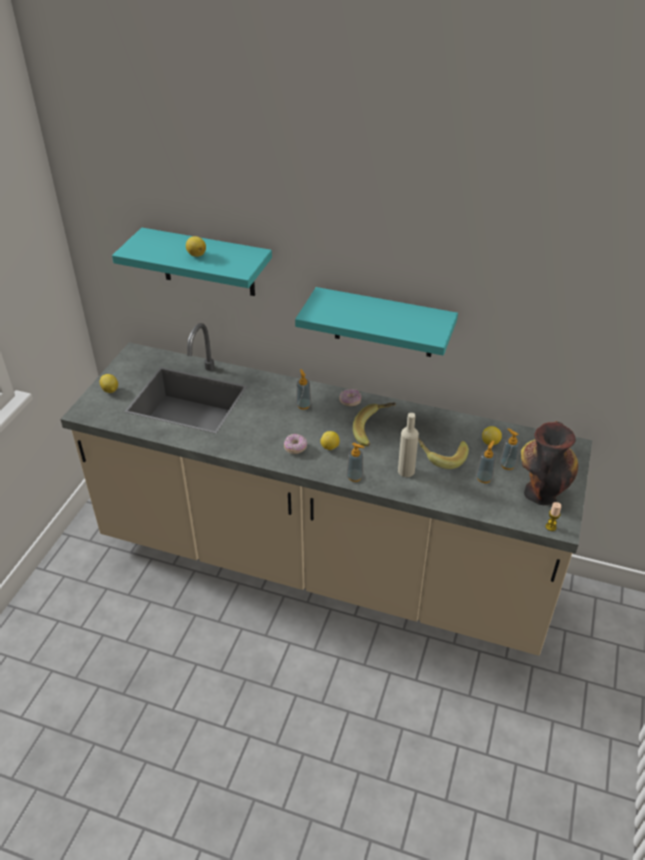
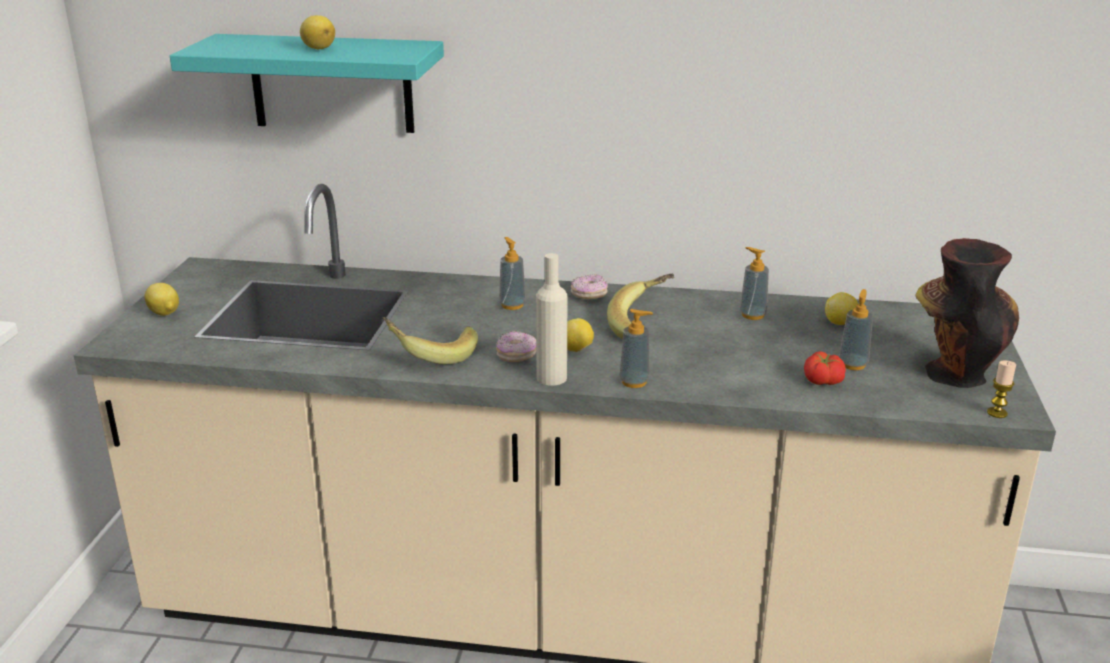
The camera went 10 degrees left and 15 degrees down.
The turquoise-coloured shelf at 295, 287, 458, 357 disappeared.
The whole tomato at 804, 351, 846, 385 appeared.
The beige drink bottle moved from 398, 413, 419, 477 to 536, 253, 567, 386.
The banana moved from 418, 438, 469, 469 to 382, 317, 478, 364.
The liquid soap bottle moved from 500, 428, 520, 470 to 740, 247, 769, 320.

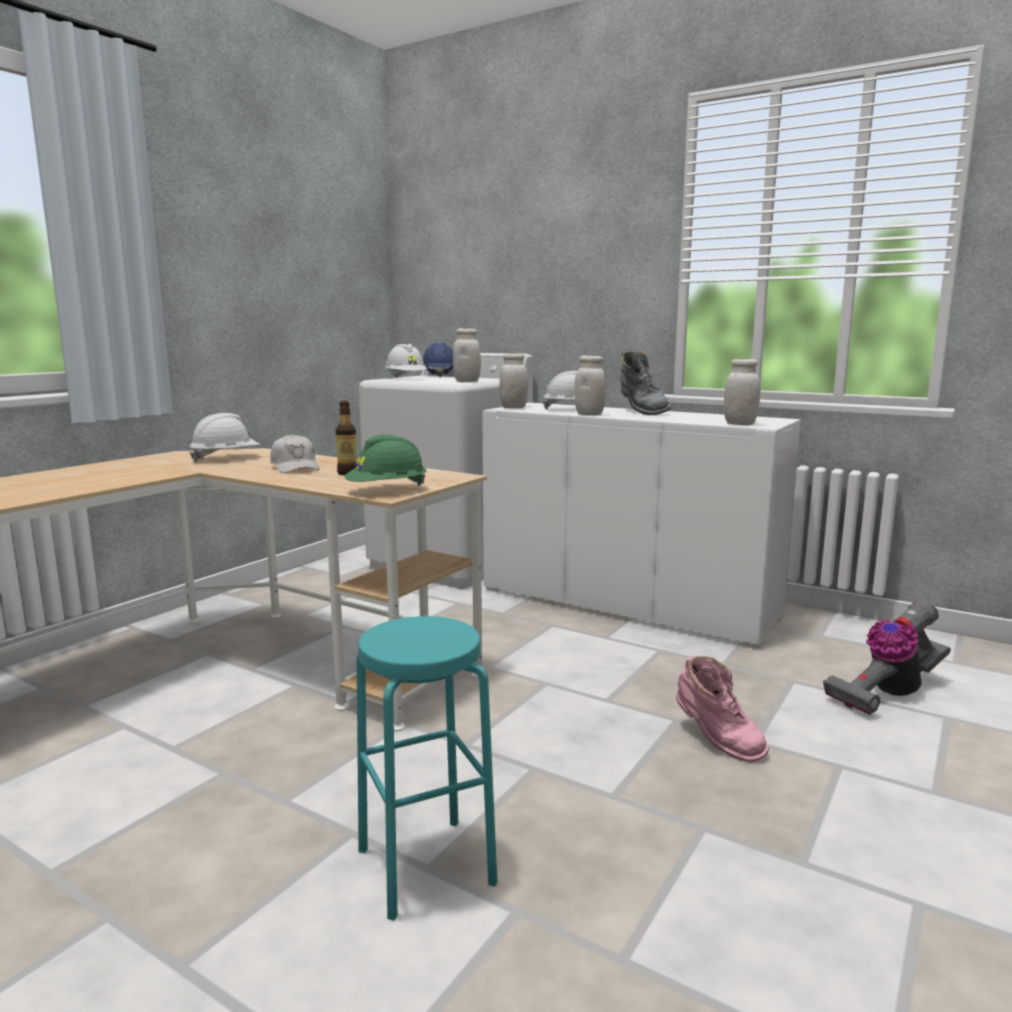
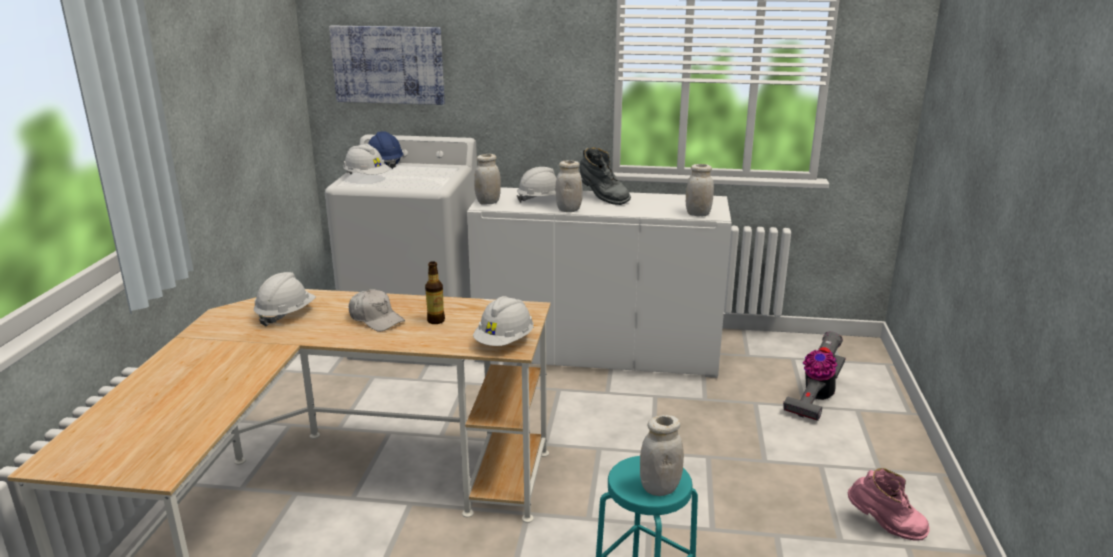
The camera went 25 degrees left and 10 degrees up.
The picture at 329, 26, 445, 105 appeared.
The white-coloured preserve jar moved from 453, 328, 481, 382 to 640, 415, 684, 496.
The pink high-top boot moved from 676, 655, 769, 763 to 848, 468, 930, 540.
The greenish work helmet at 345, 434, 426, 486 became the white-coloured work helmet at 473, 296, 534, 346.

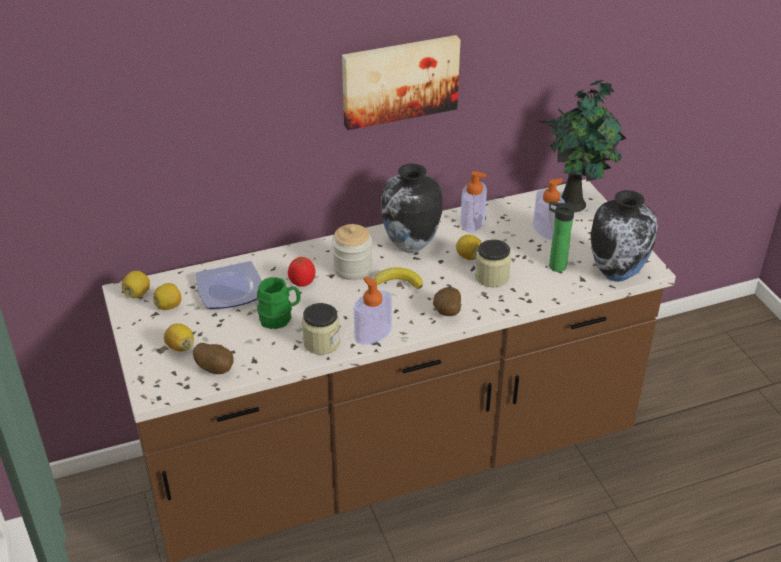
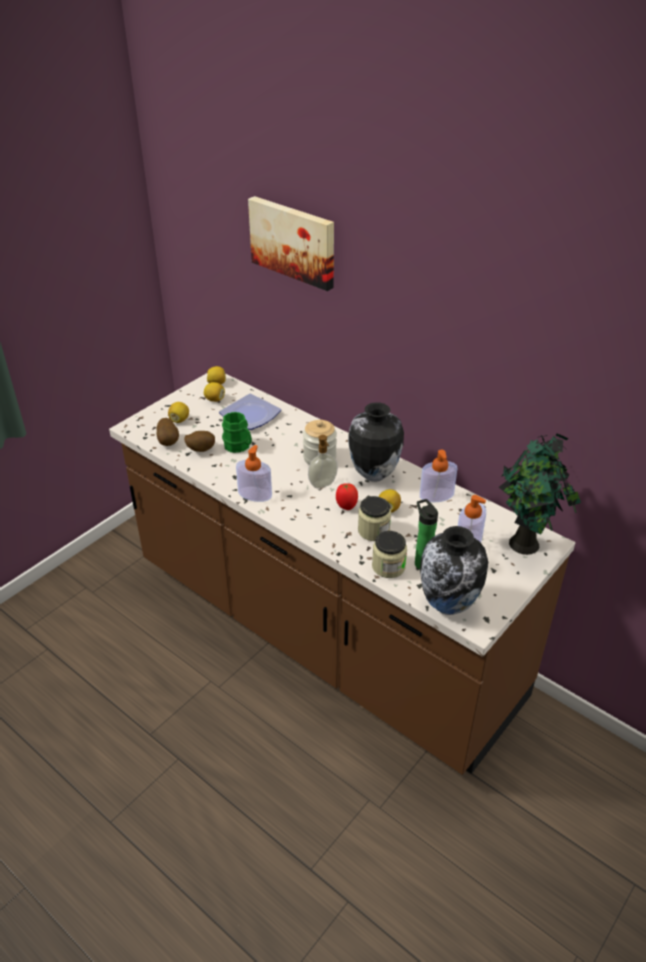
The camera went 60 degrees right and 0 degrees up.
The whole tomato moved from 288, 257, 315, 287 to 336, 483, 358, 510.
The preserve jar moved from 302, 303, 340, 355 to 372, 531, 407, 578.
The picture moved from 342, 35, 460, 130 to 248, 196, 334, 291.
The potato moved from 433, 287, 461, 316 to 184, 431, 215, 452.
The banana at 374, 267, 423, 289 was replaced by the liquid soap bottle at 308, 435, 338, 488.

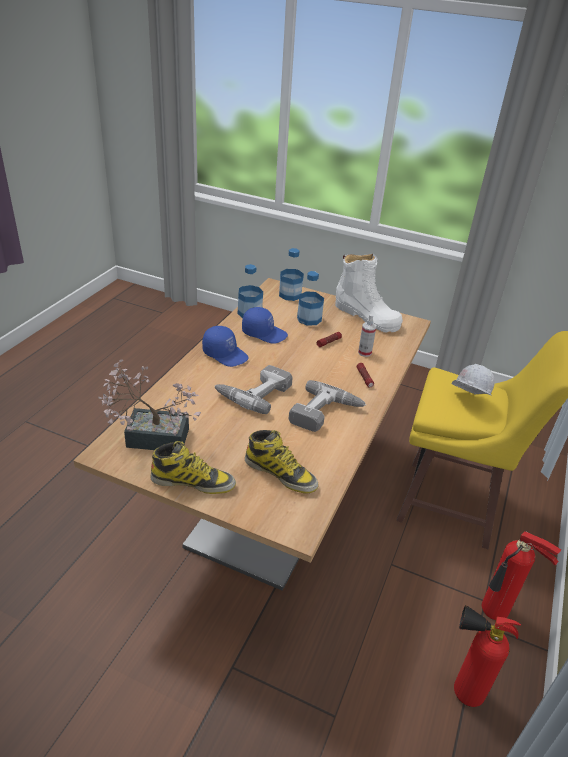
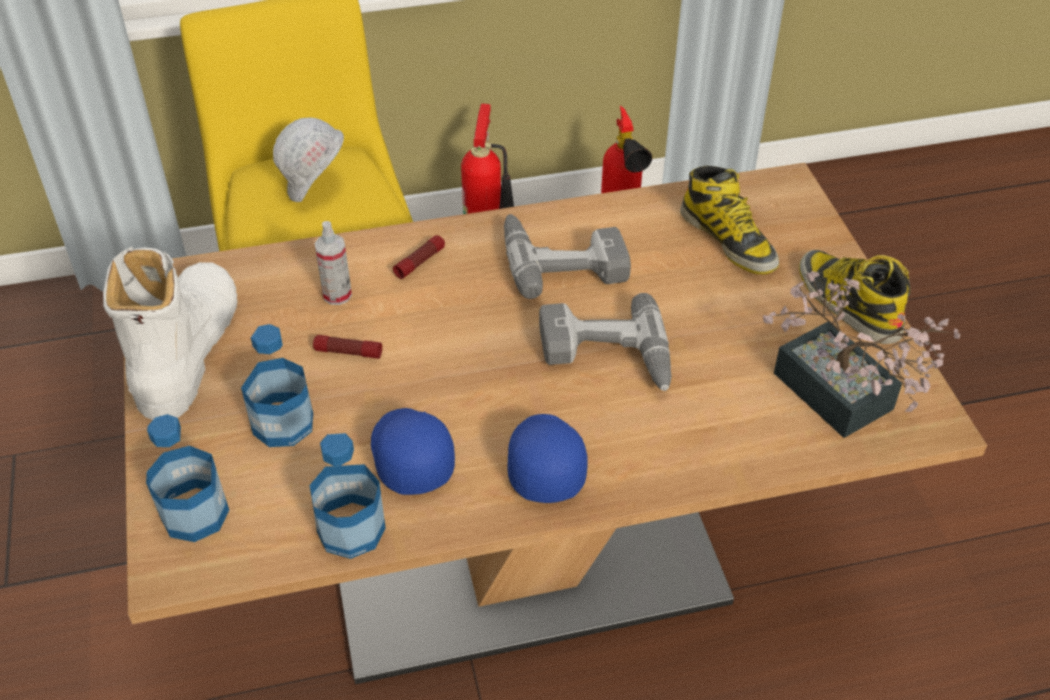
The camera went 125 degrees left and 10 degrees up.
The high-top boot at 245, 430, 319, 494 turned 150 degrees clockwise.

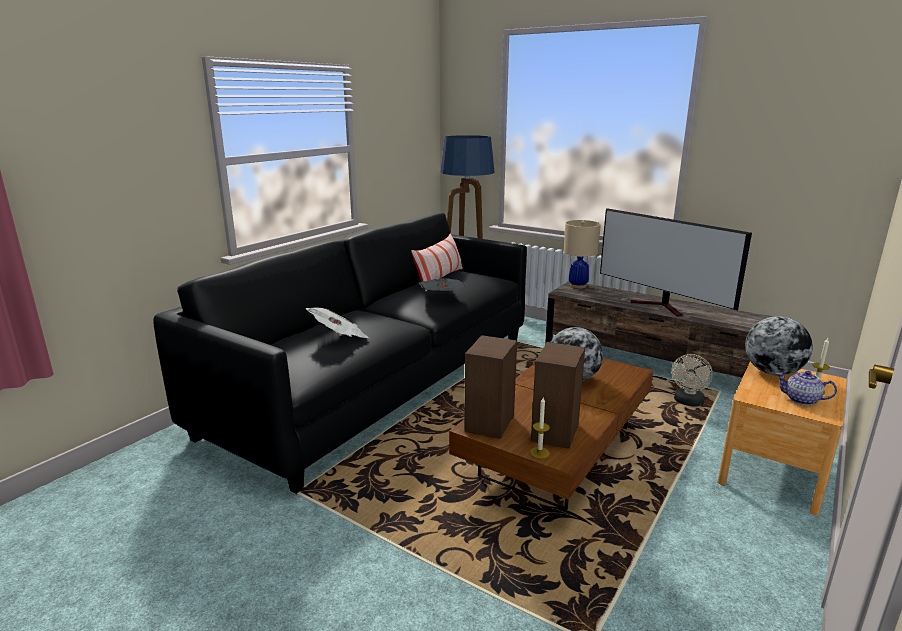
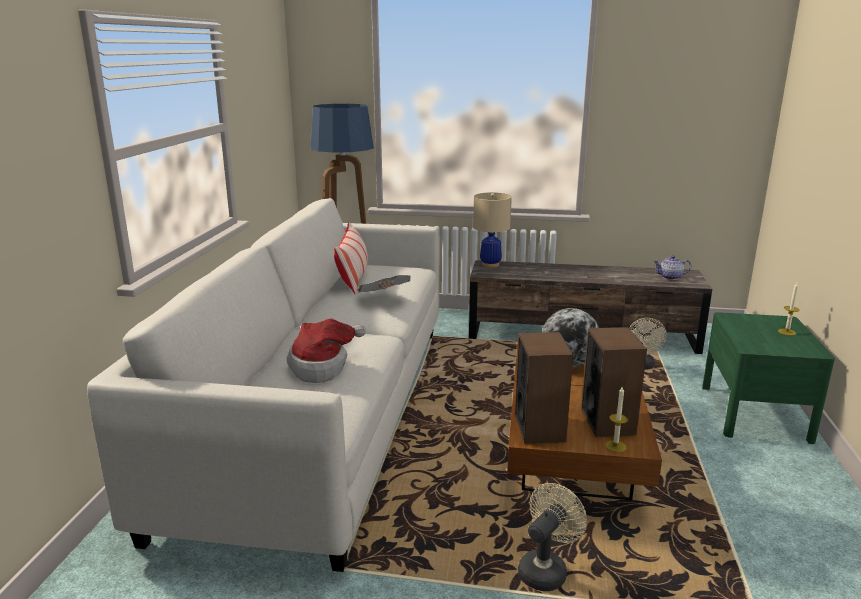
The camera went 25 degrees left and 0 degrees up.
The TV set at 600, 208, 752, 317 disappeared.
The desk globe at 745, 316, 813, 376 disappeared.
The beige electric fan at 518, 483, 587, 591 appeared.
The pot for tea moved from 776, 371, 837, 405 to 653, 255, 691, 280.
The printed paper at 306, 307, 369, 338 was replaced by the clothing hat at 287, 319, 366, 383.
The black-coloured couch at 153, 213, 527, 494 became the white-coloured couch at 87, 198, 439, 572.
The brown bedside table at 718, 362, 847, 515 became the greenish bedside table at 702, 312, 835, 444.

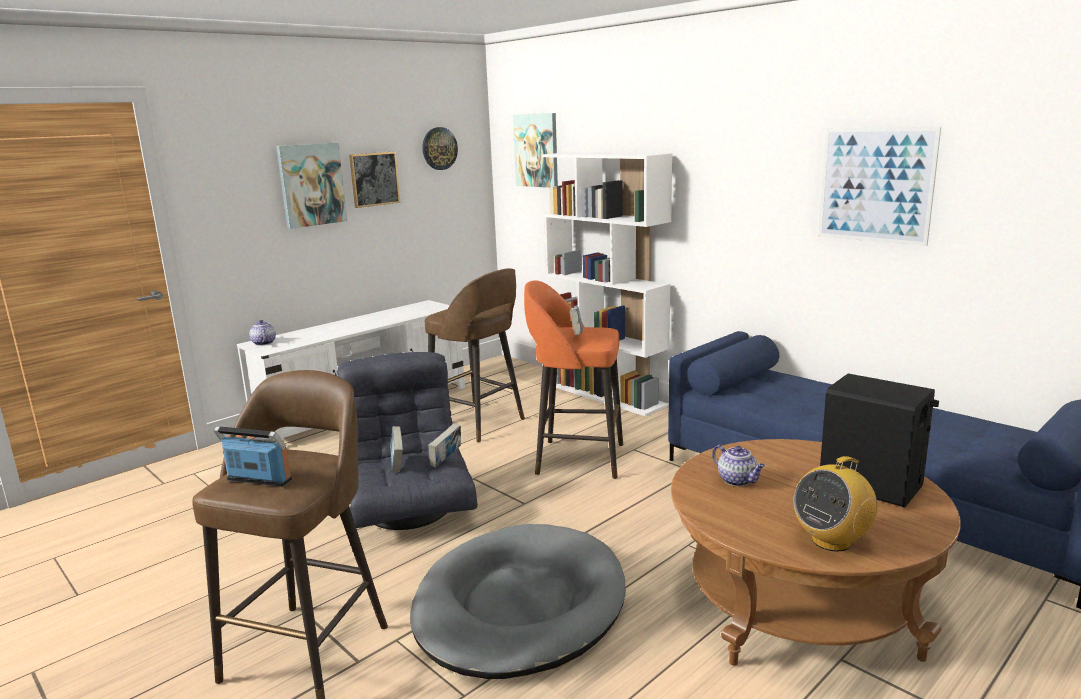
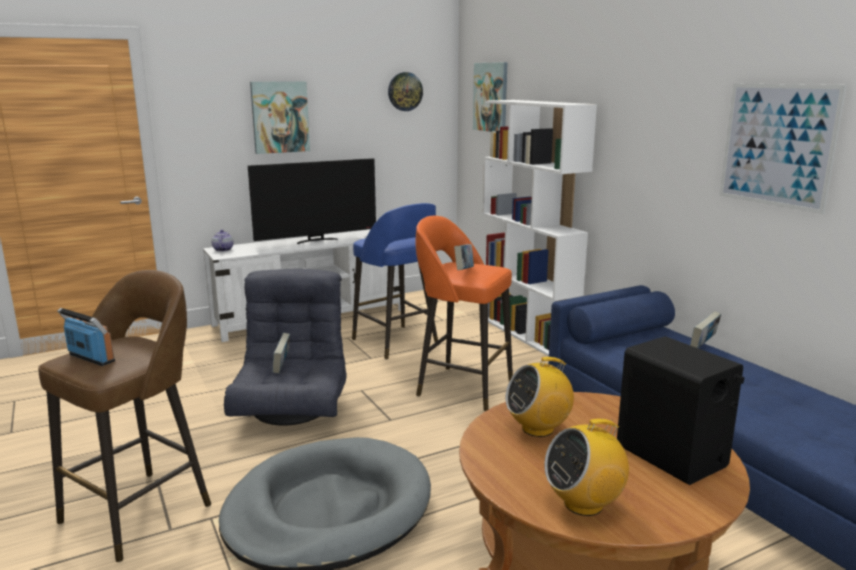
The camera went 15 degrees right and 0 degrees up.
The picture at 349, 152, 400, 208 disappeared.
The TV set at 248, 158, 376, 244 appeared.
The volume moved from 428, 423, 461, 468 to 690, 311, 721, 348.
The pot for tea at 712, 445, 765, 486 was replaced by the radio set at 506, 357, 574, 437.
The brown stool seat at 425, 268, 525, 442 became the bluish stool seat at 352, 203, 438, 360.

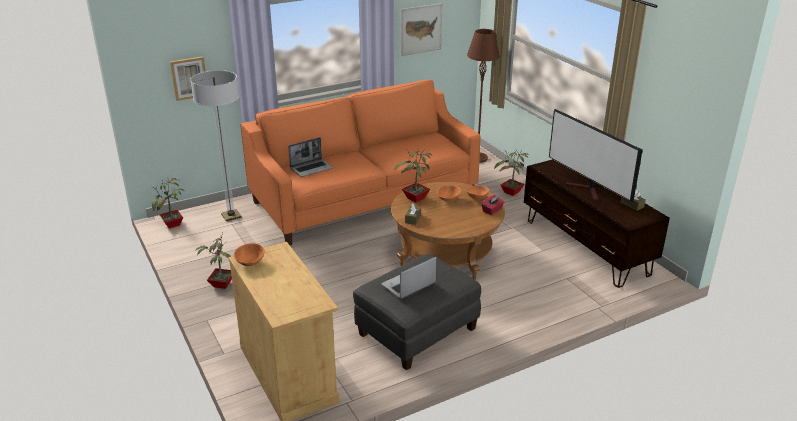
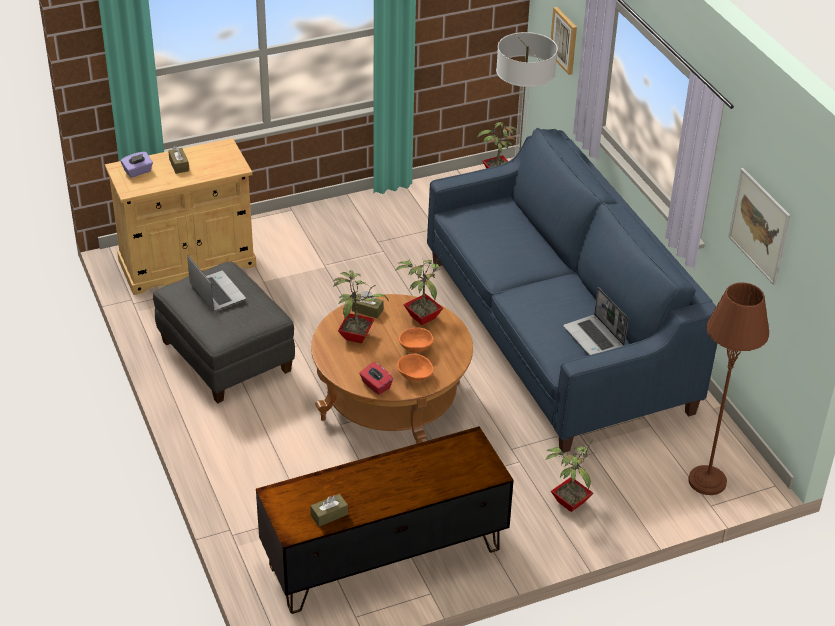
The camera went 95 degrees right and 10 degrees up.
The orange-coloured bowl at 234, 243, 265, 266 disappeared.
The TV set at 549, 109, 643, 201 disappeared.
The purplish box of tissues at 121, 152, 153, 178 appeared.
The brown box of tissues at 168, 146, 189, 174 appeared.
The potted plant moved from 196, 233, 232, 289 to 332, 270, 389, 343.
The notebook computer moved from 288, 137, 333, 177 to 563, 287, 628, 355.
The orange-coloured couch at 240, 80, 481, 245 became the bluish couch at 427, 128, 717, 453.

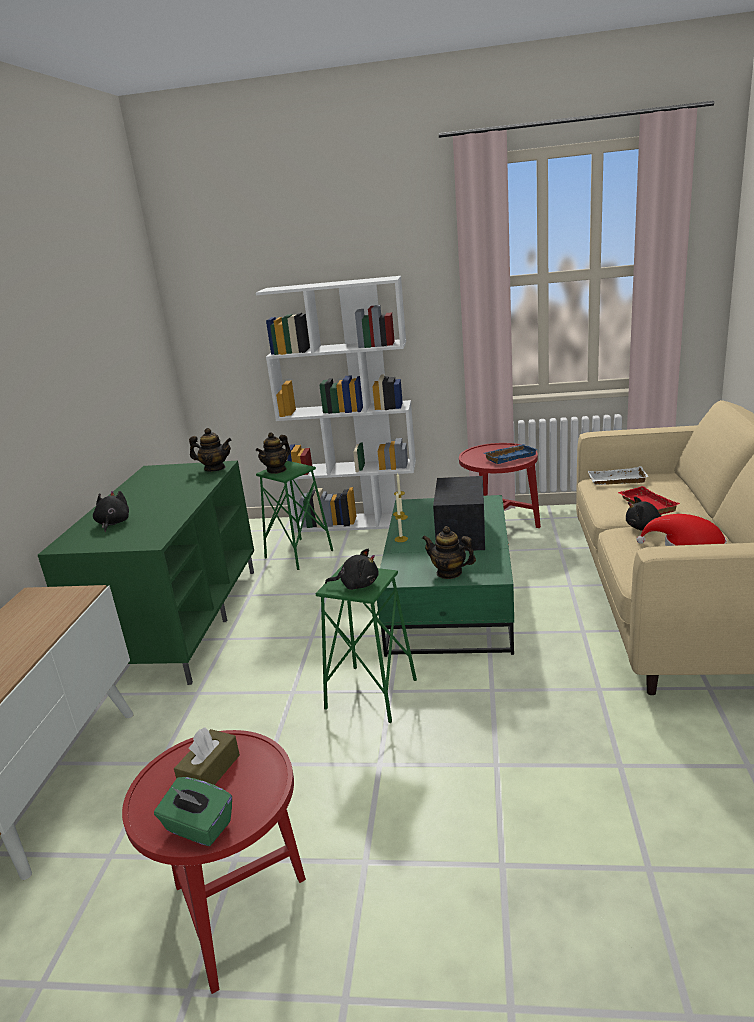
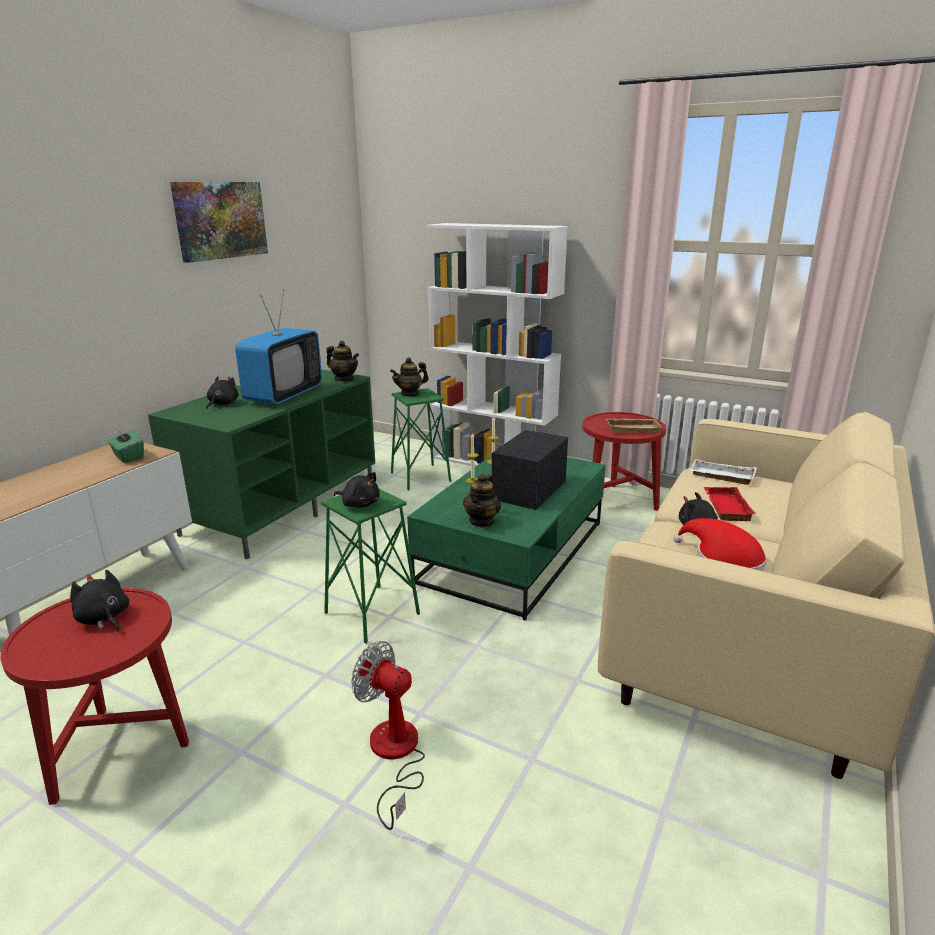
The camera went 20 degrees right and 0 degrees up.
The picture at 170, 182, 268, 263 appeared.
The TV set at 235, 289, 322, 404 appeared.
The electric fan at 351, 641, 425, 830 appeared.
The greenish box of tissues moved from 154, 777, 232, 846 to 107, 430, 144, 463.
The brown box of tissues at 174, 727, 240, 785 was replaced by the black-coloured soft toy at 70, 570, 129, 632.
The bluish serving tray at 484, 444, 538, 464 became the beige serving tray at 605, 418, 662, 433.
The pot for tea at 422, 526, 476, 579 turned 120 degrees counterclockwise.

